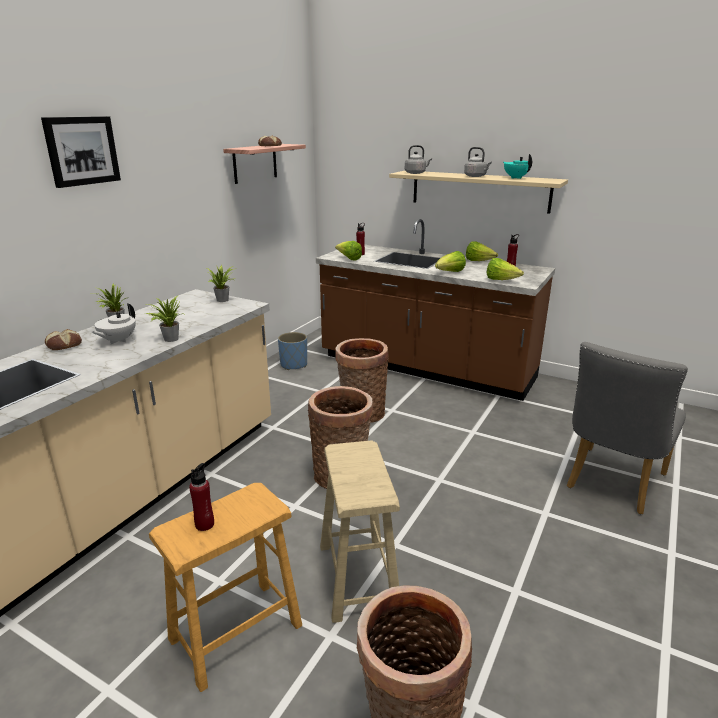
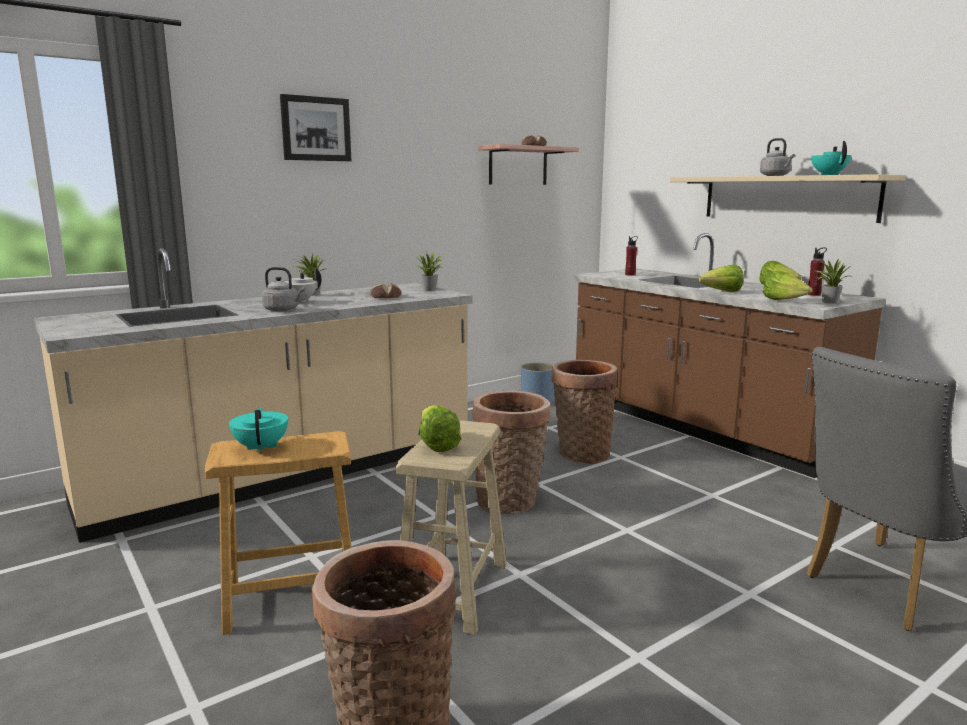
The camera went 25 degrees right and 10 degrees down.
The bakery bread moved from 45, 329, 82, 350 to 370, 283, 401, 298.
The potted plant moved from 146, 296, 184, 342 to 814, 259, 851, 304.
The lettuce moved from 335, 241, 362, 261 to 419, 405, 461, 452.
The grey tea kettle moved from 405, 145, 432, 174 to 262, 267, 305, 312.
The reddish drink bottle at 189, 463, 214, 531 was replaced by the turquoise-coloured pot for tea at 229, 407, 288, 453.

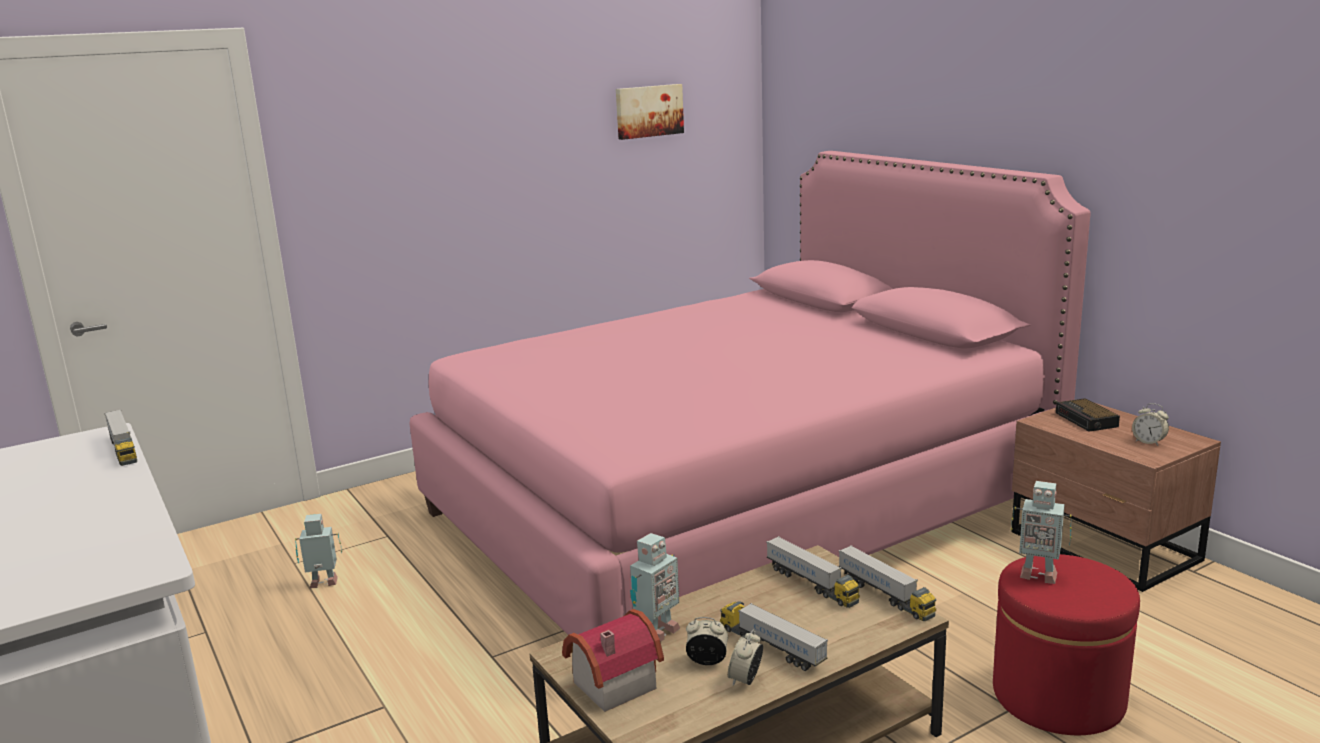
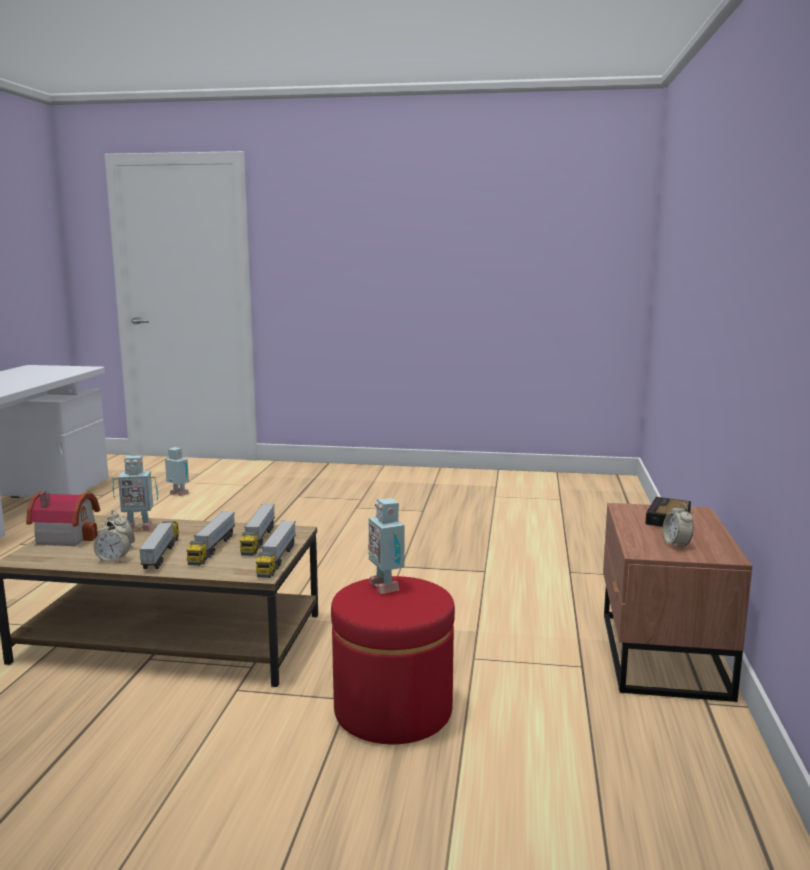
The camera went 40 degrees right and 5 degrees down.
The pink sleeping bed at 409, 151, 1091, 635 disappeared.
The picture at 616, 84, 684, 140 disappeared.
The toy truck moved from 104, 409, 137, 466 to 186, 511, 235, 566.
The table clock at 728, 630, 763, 686 turned 150 degrees counterclockwise.

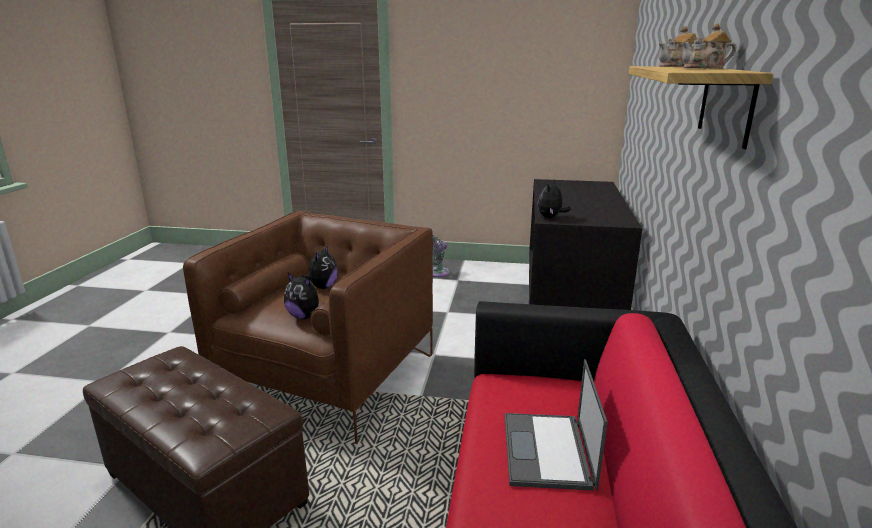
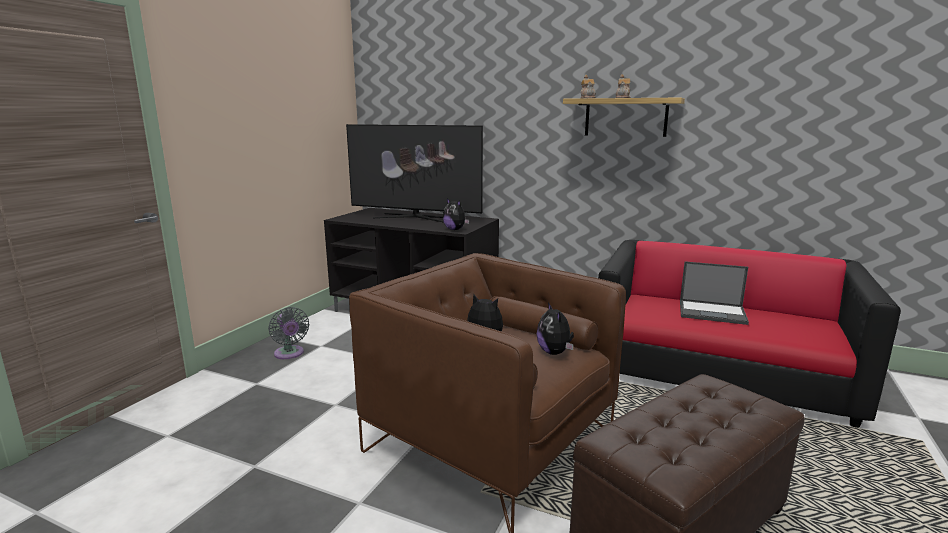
The camera went 75 degrees left and 5 degrees down.
The TV set at 346, 124, 483, 223 appeared.
The soft toy at 284, 273, 322, 319 turned 120 degrees clockwise.

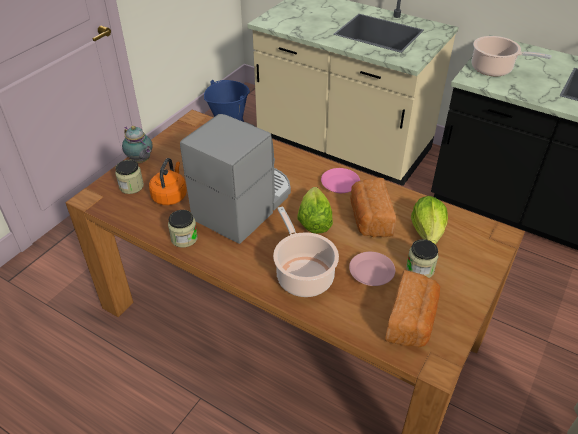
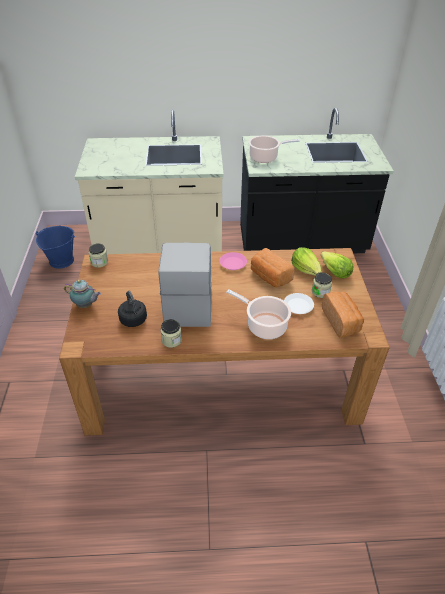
The camera went 35 degrees left and 0 degrees up.
The preserve jar moved from 115, 160, 144, 194 to 89, 243, 108, 268.
The lettuce moved from 297, 187, 333, 234 to 321, 251, 354, 279.
The orange-coloured tea kettle at 149, 158, 187, 205 became the black-coloured tea kettle at 118, 291, 147, 327.
The pink dinner plate at 349, 252, 395, 286 became the white-coloured dinner plate at 284, 293, 314, 314.

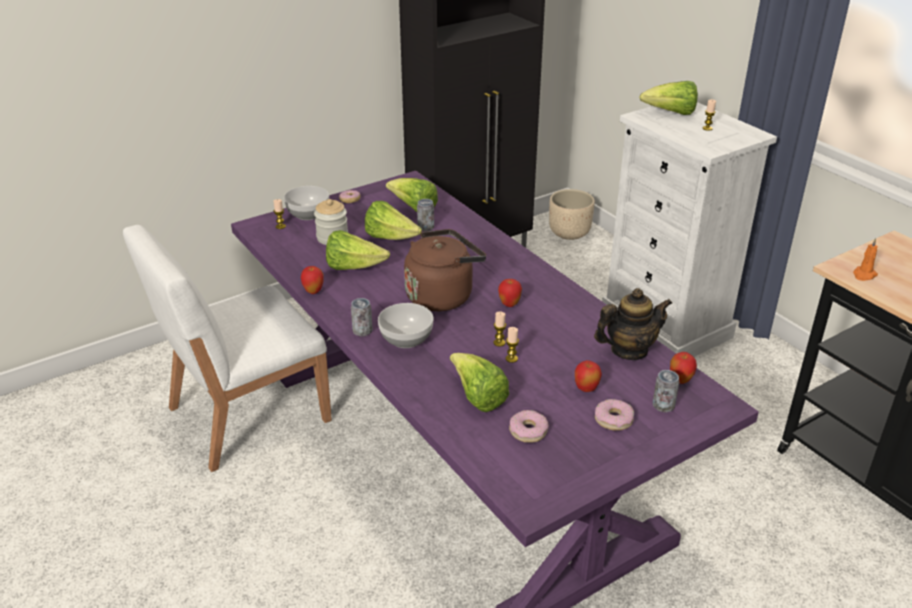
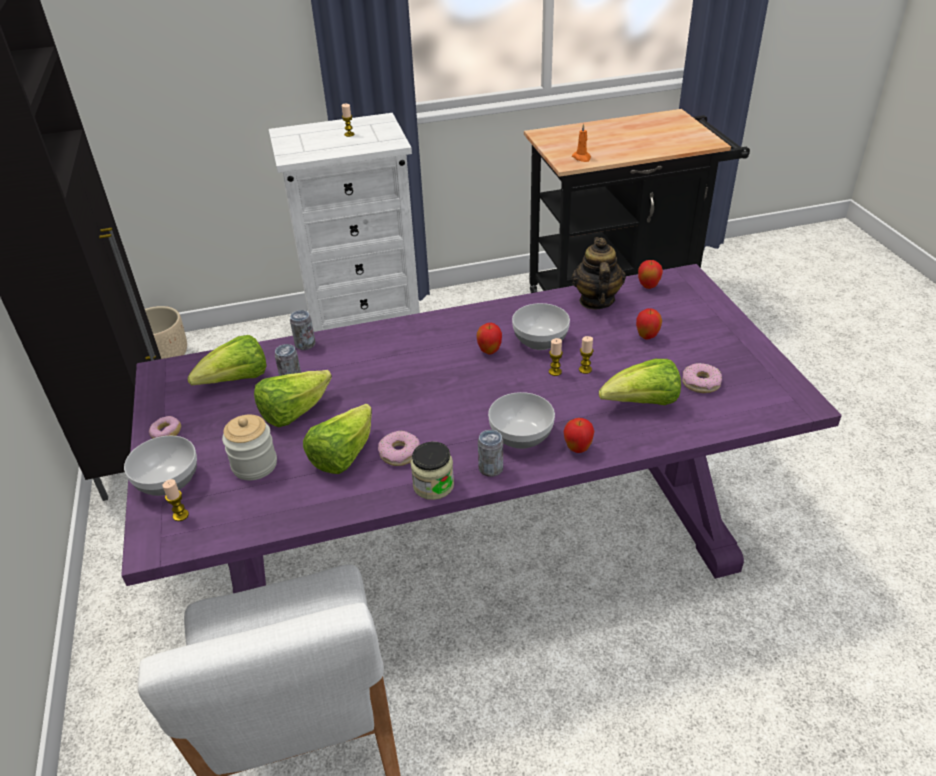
The camera went 70 degrees left and 5 degrees up.
The brown tea kettle at 404, 229, 486, 311 disappeared.
The lettuce at 639, 81, 698, 115 disappeared.
The preserve jar at 411, 442, 454, 500 appeared.
The bowl at 512, 303, 570, 350 appeared.
The whole apple moved from 301, 266, 324, 294 to 564, 418, 595, 453.
The doughnut moved from 595, 399, 634, 431 to 378, 431, 420, 466.
The can moved from 653, 370, 679, 412 to 290, 310, 316, 350.

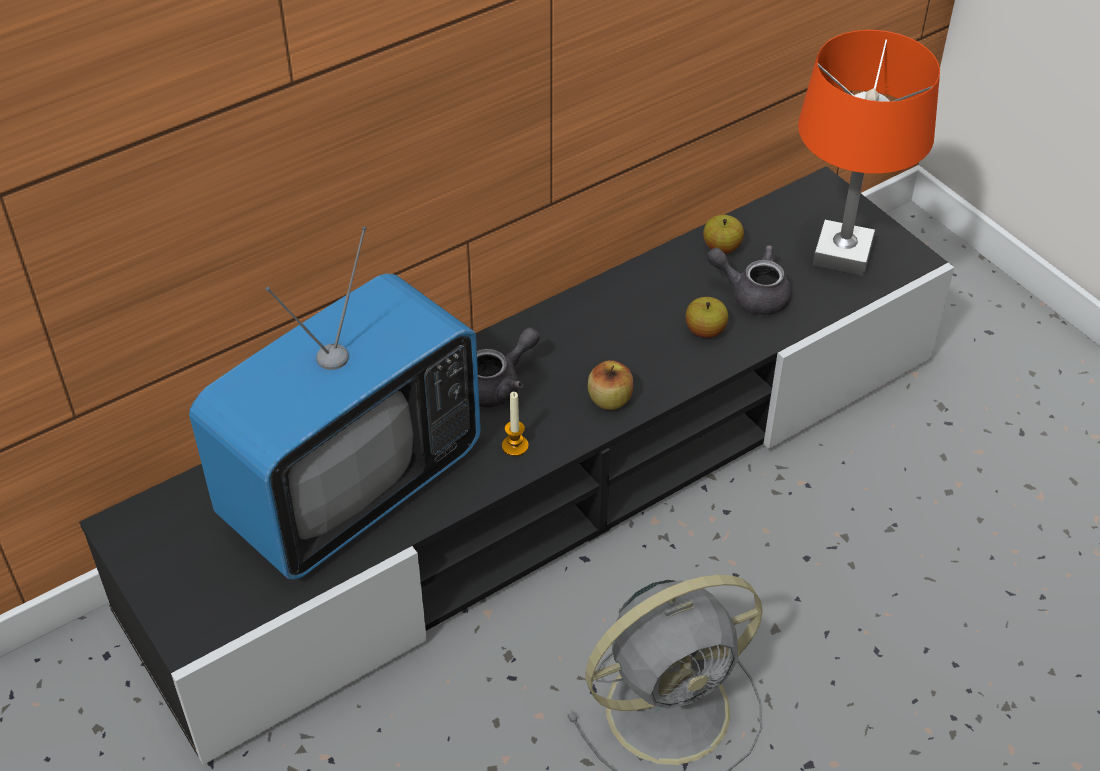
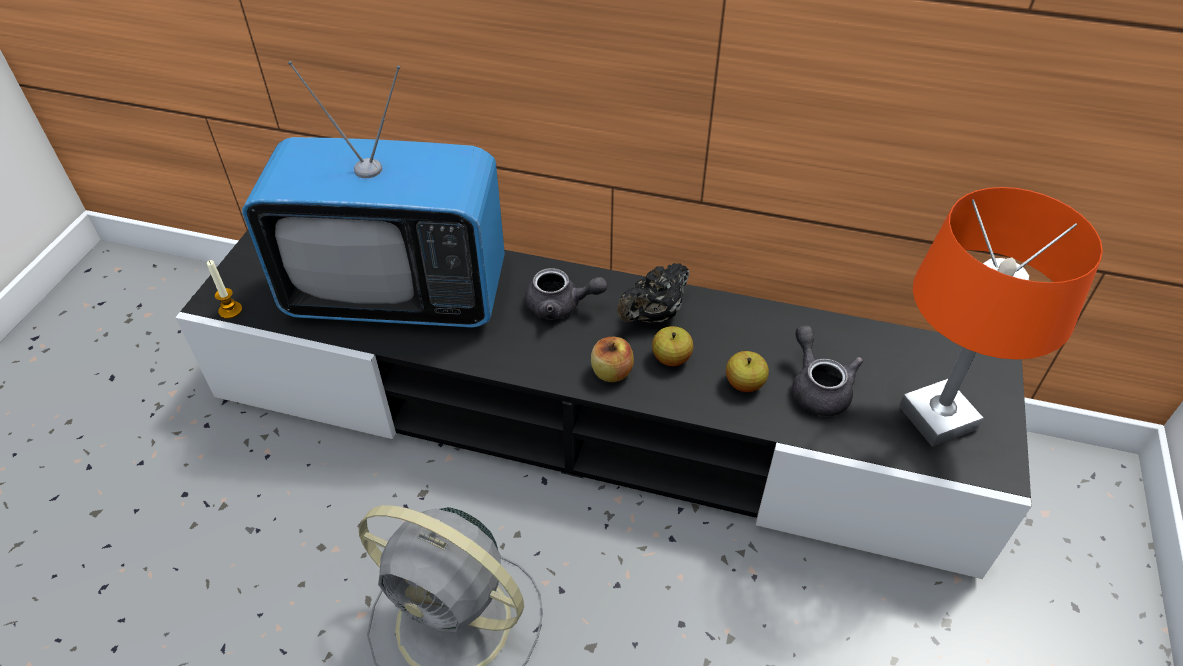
The camera went 50 degrees right and 0 degrees up.
The black-coloured pot for tea at 617, 263, 689, 323 appeared.
The wax light moved from 502, 392, 529, 456 to 207, 260, 242, 319.
The whole apple moved from 703, 215, 744, 253 to 652, 326, 693, 366.

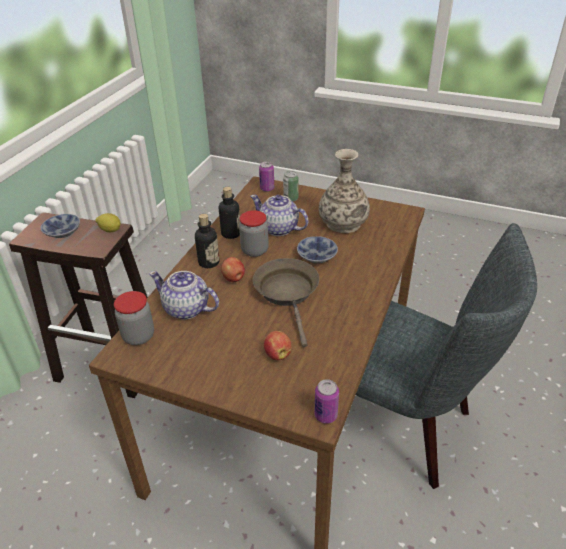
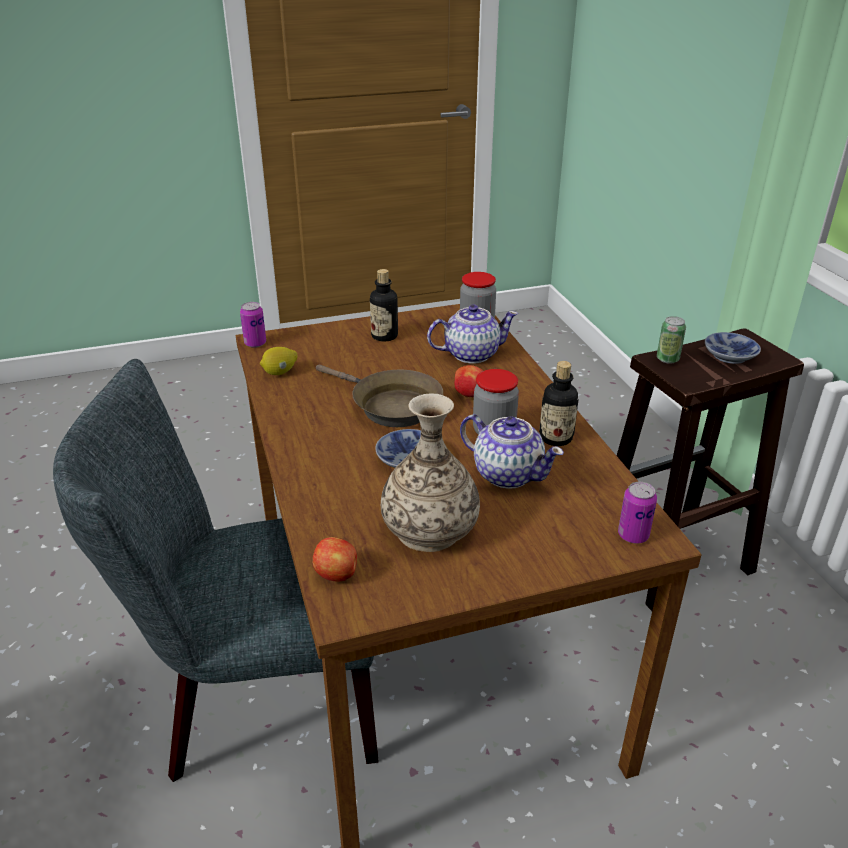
The camera went 140 degrees right and 5 degrees down.
The lemon moved from 96, 213, 120, 232 to 260, 347, 298, 375.
The drink bottle moved from 195, 214, 219, 268 to 370, 269, 398, 341.
The whole apple moved from 264, 331, 292, 360 to 313, 537, 357, 581.
The can moved from 283, 171, 298, 202 to 657, 316, 686, 364.
The pot for tea at 250, 195, 309, 236 turned 45 degrees clockwise.

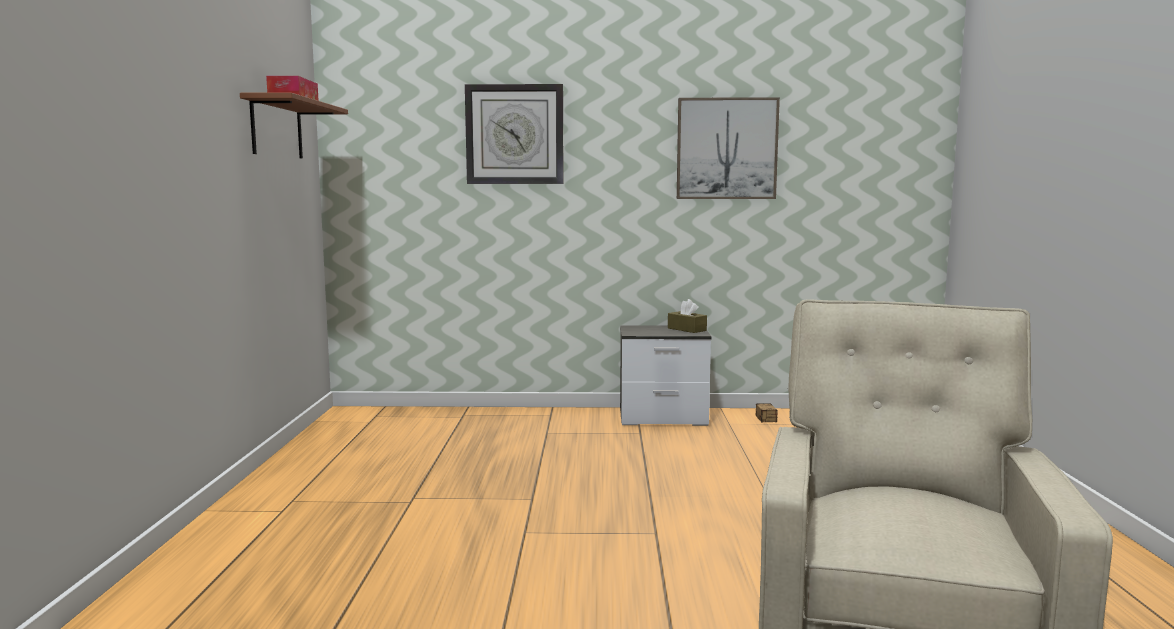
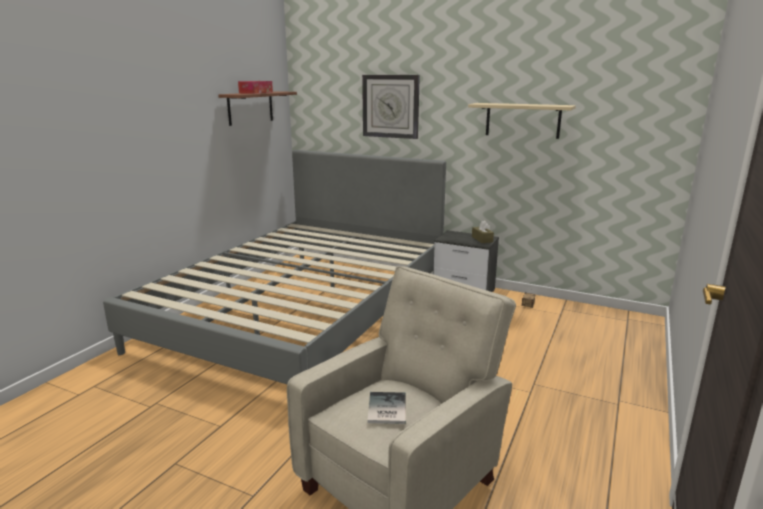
The camera went 25 degrees right and 10 degrees up.
The grey sleeping bed at 103, 150, 446, 384 appeared.
The volume at 367, 392, 406, 424 appeared.
The picture at 677, 97, 780, 199 was replaced by the beige shelf at 468, 103, 576, 139.

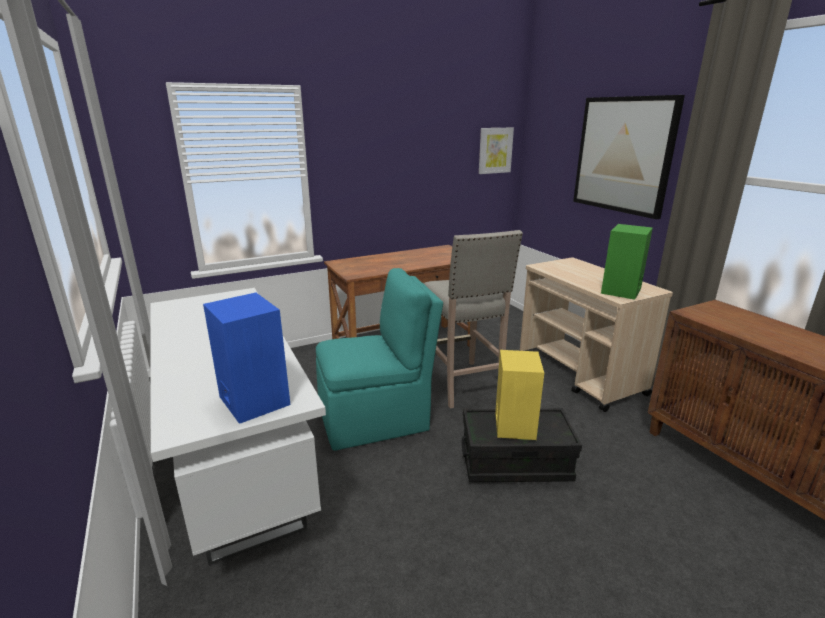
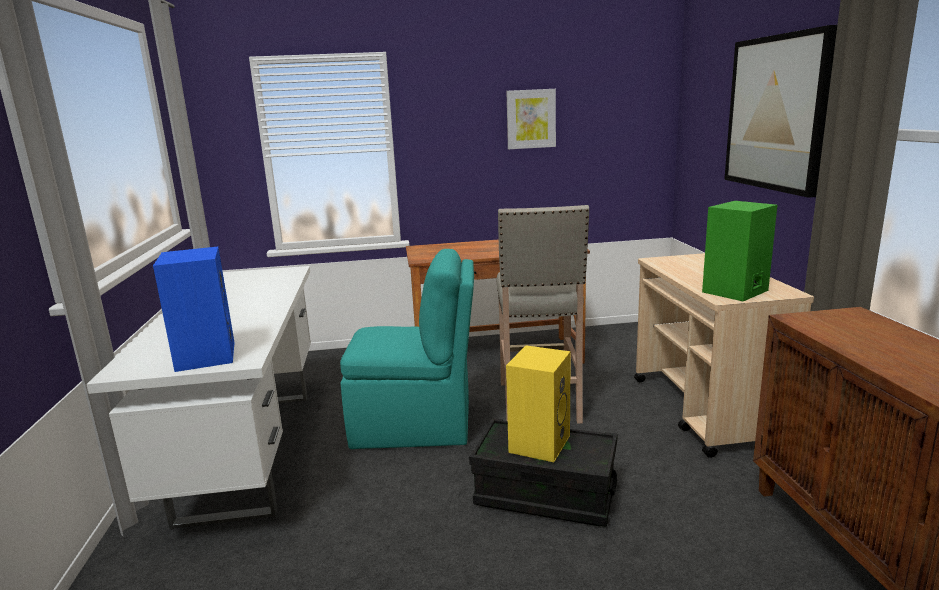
The camera went 20 degrees right and 5 degrees down.
The picture moved from 479, 128, 514, 174 to 506, 89, 556, 149.

